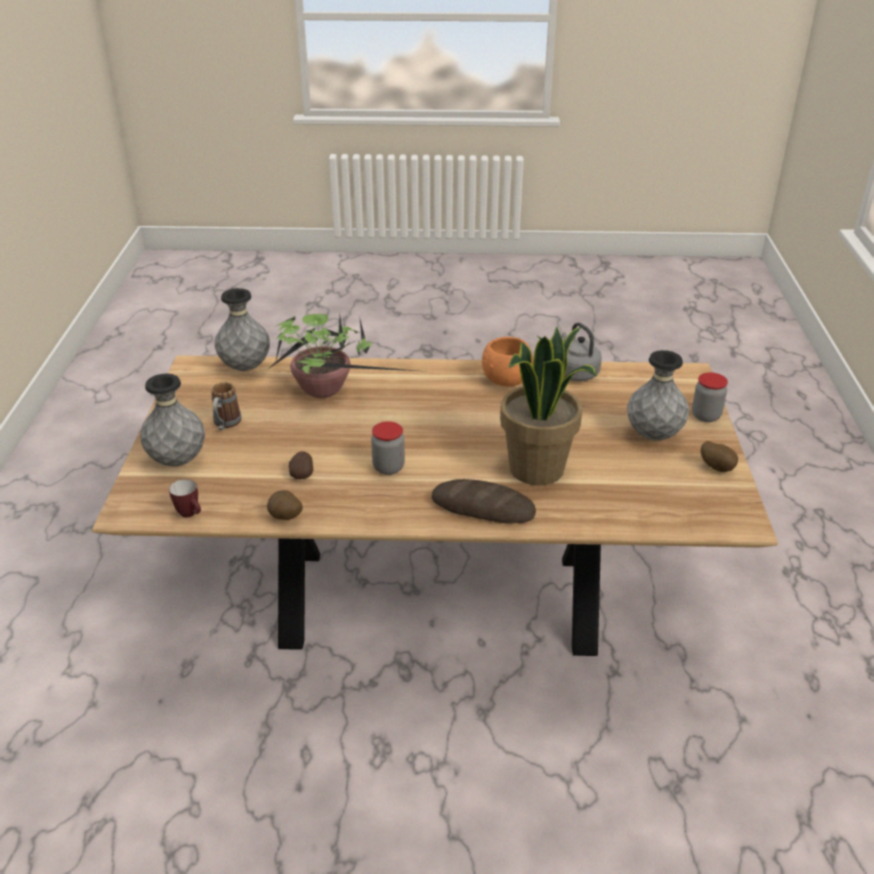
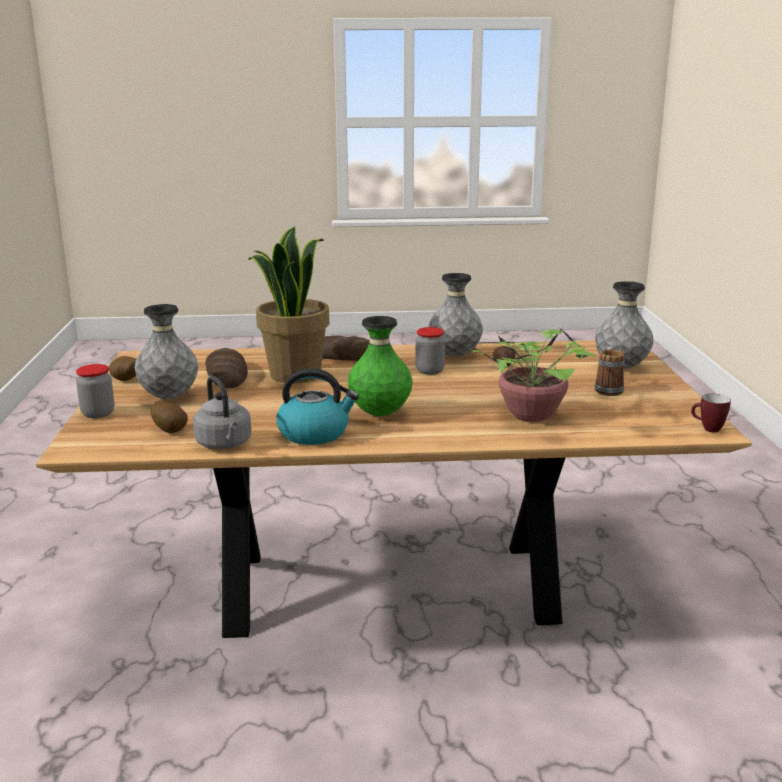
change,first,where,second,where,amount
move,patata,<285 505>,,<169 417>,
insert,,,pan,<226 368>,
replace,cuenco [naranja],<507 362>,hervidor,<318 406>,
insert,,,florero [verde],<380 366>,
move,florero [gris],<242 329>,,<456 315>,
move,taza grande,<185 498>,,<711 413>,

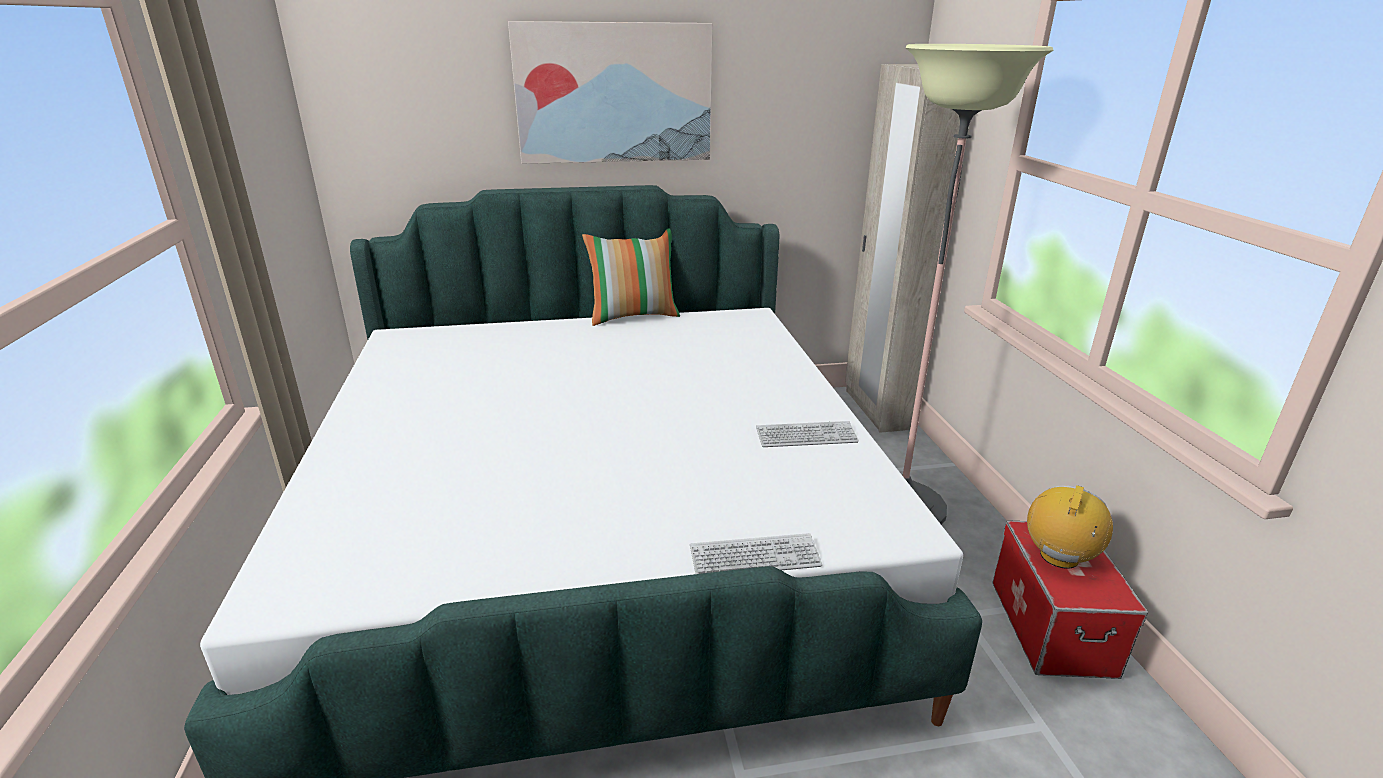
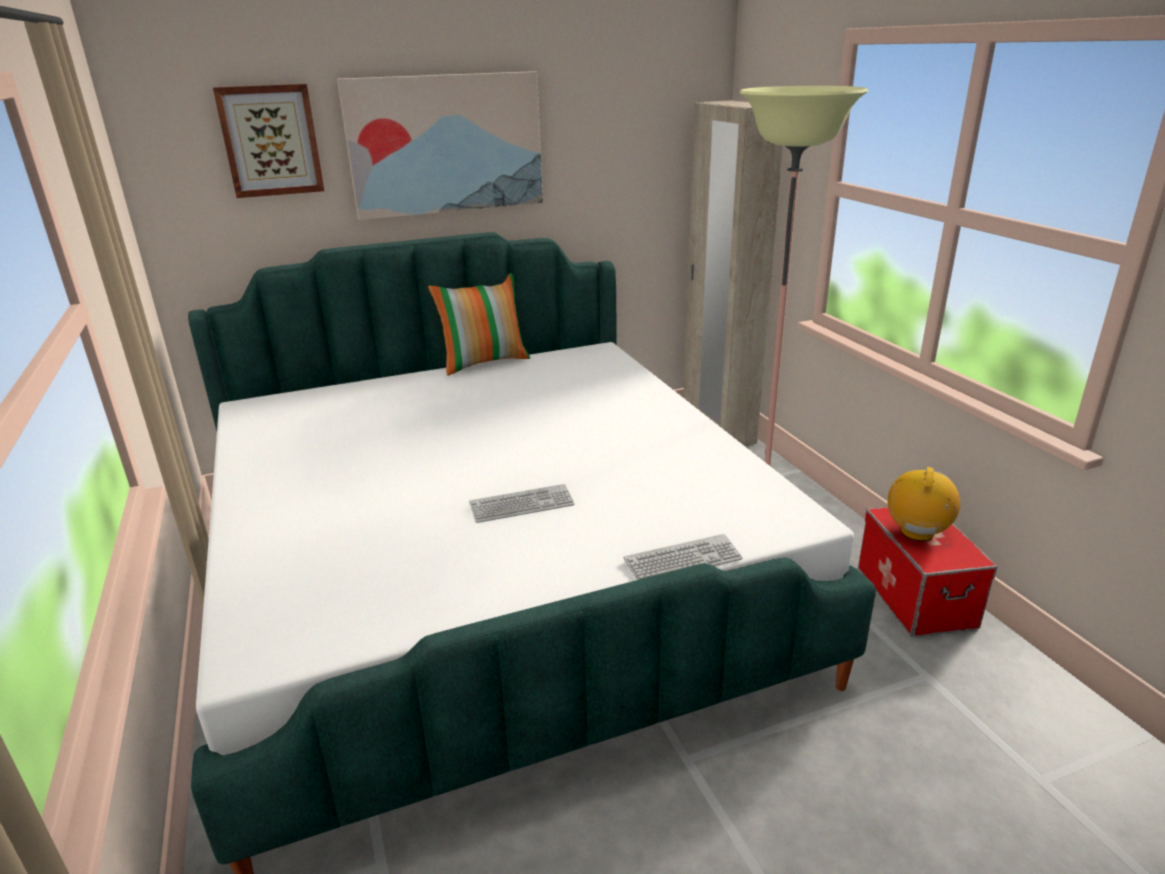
change,first,where,second,where,amount
insert,,,cuadro,<268 141>,
move,teclado,<807 434>,,<521 503>,

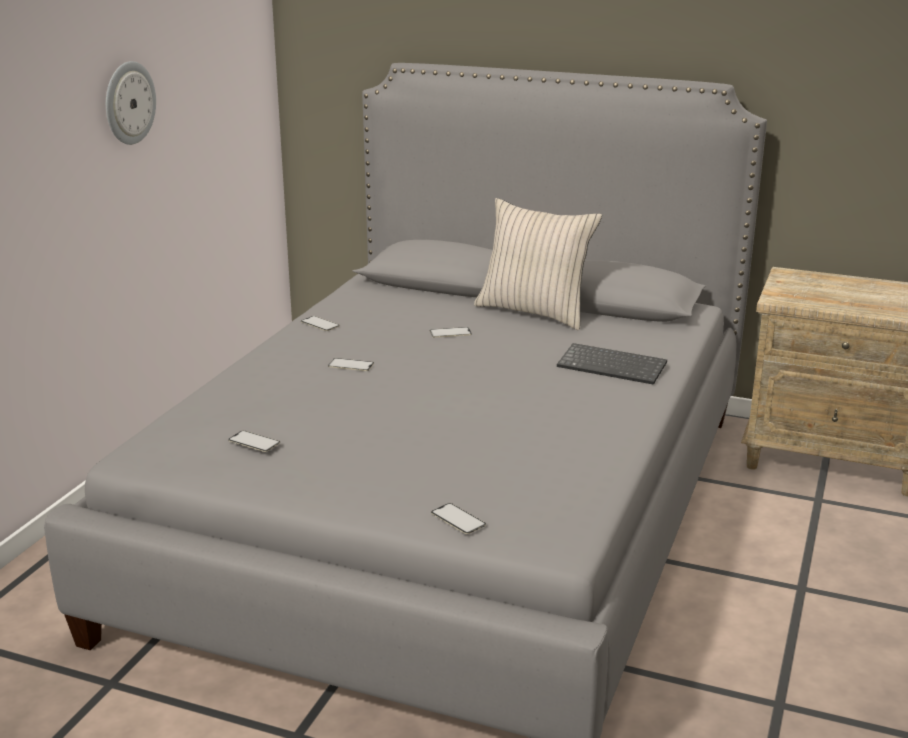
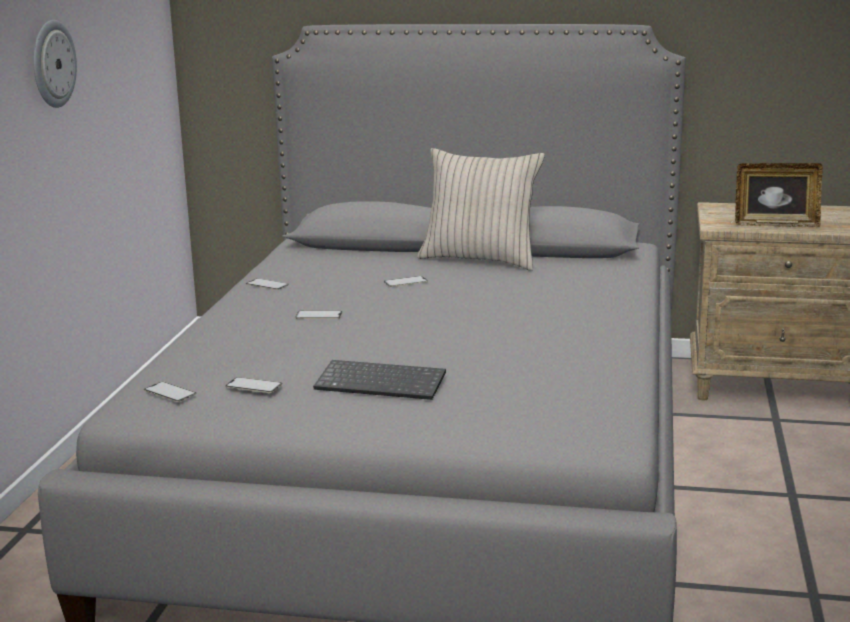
change,first,where,second,where,amount
move,móvil,<458 518>,,<170 392>,
move,teclado,<612 364>,,<379 380>,
insert,,,portarretratos,<779 195>,

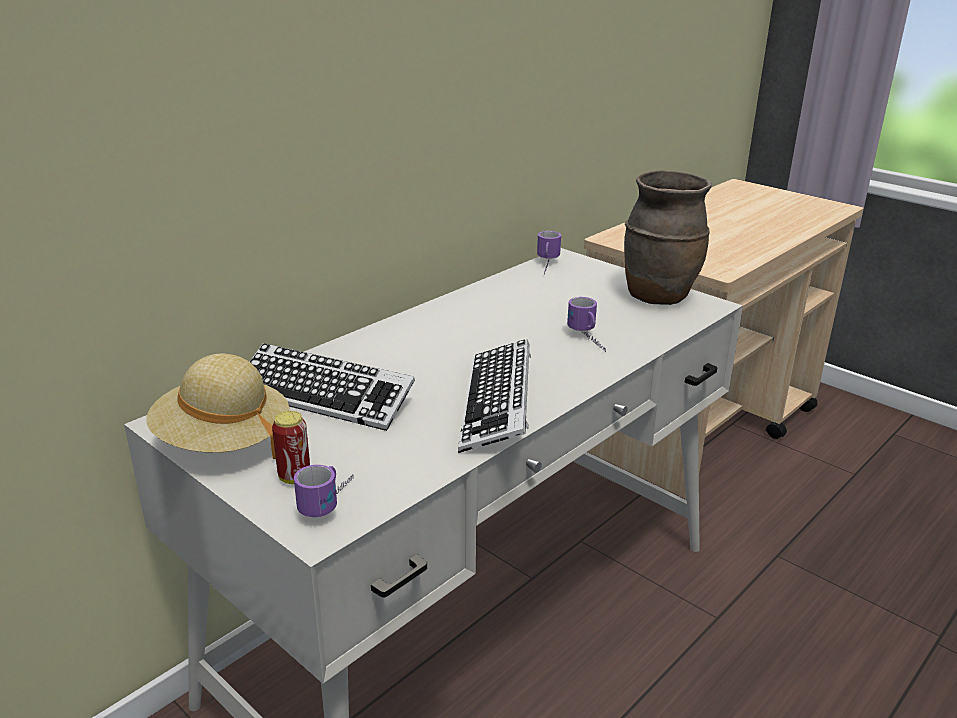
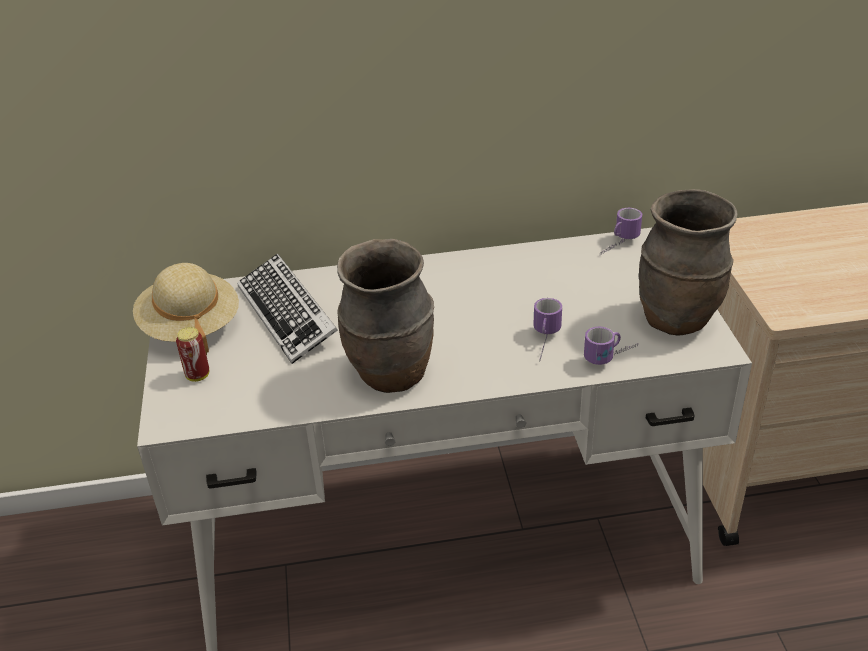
change,first,where,second,where,amount
replace,teclado,<494 396>,florero [marrón],<385 316>,
move,taza grande,<324 491>,,<611 346>,

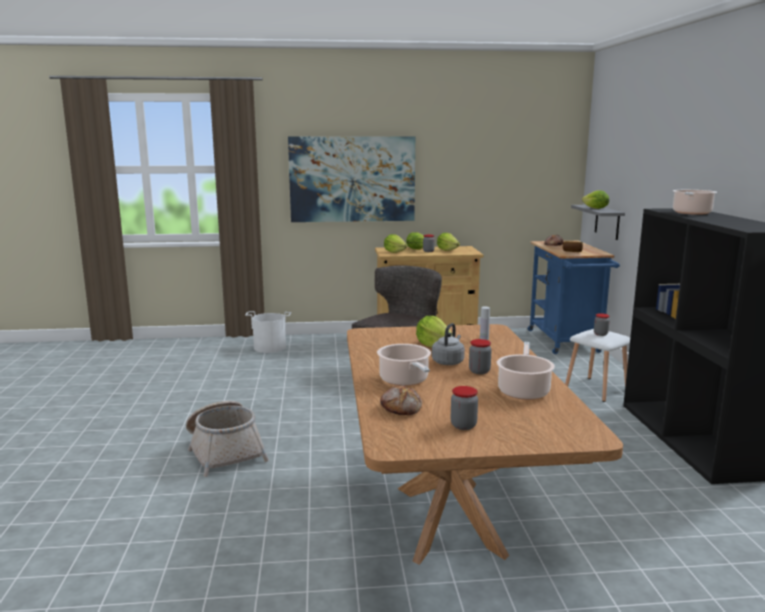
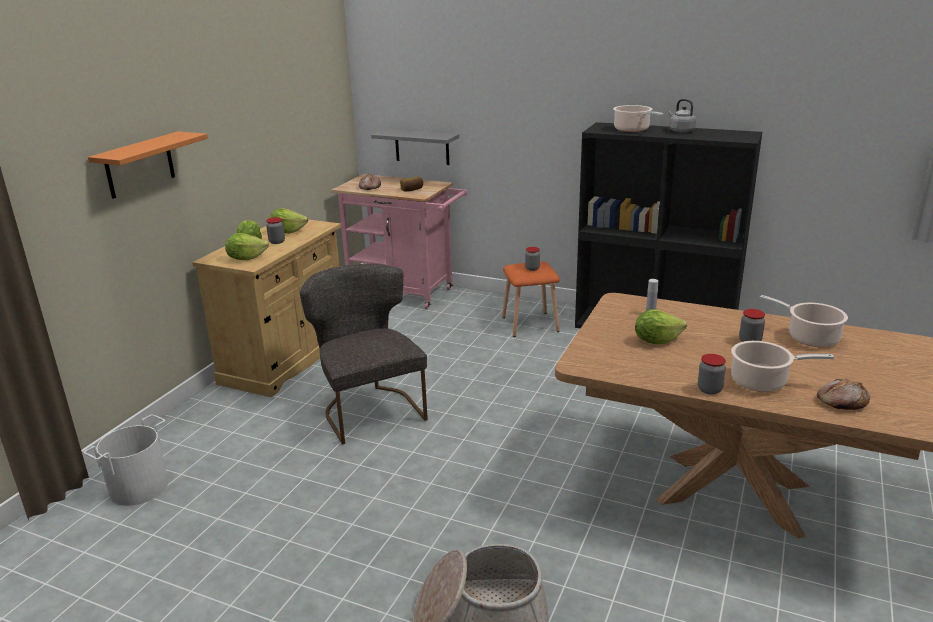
change,first,where,second,where,amount
replace,cuadro,<351 179>,estante [naranja],<148 165>,
recolor,carrito [azul],<574 297>,carrito [rosa],<399 241>,
recolor,taburete [blanco],<597 365>,taburete [naranja],<531 299>,
move,hervidor [gris],<448 344>,,<682 116>,
move,tarro,<464 408>,,<712 374>,
delete,lechuga,<595 199>,,,

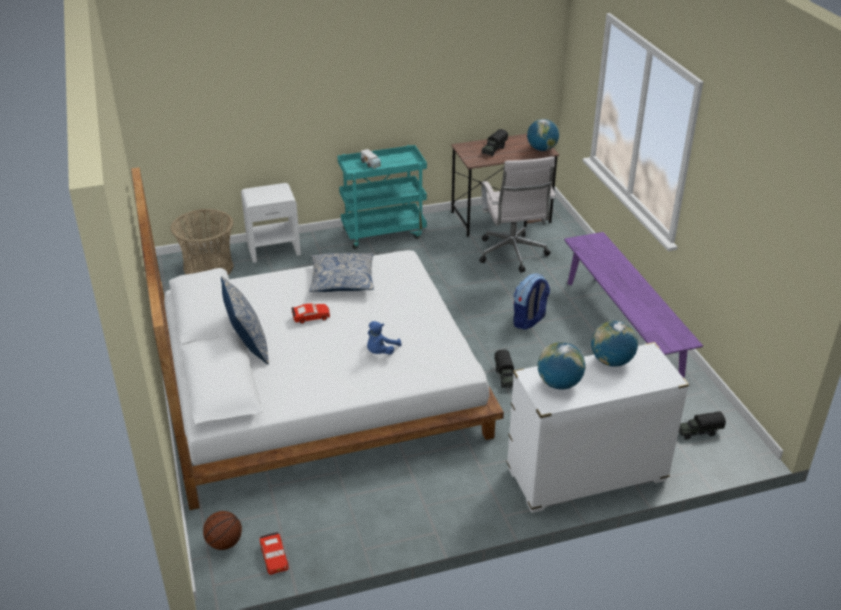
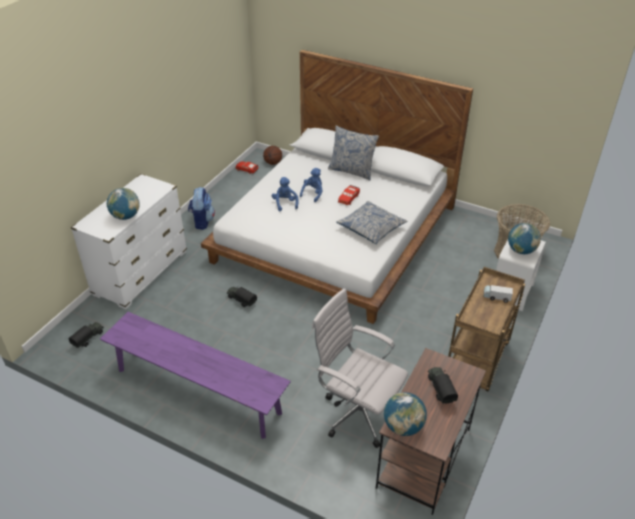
change,first,where,second,where,amount
move,mochila,<531 301>,,<201 208>,
insert,,,peluche [azul],<311 185>,
recolor,carrito [turquesa],<382 197>,carrito [marrón],<486 329>,
move,globo terráqueo,<562 366>,,<524 238>,

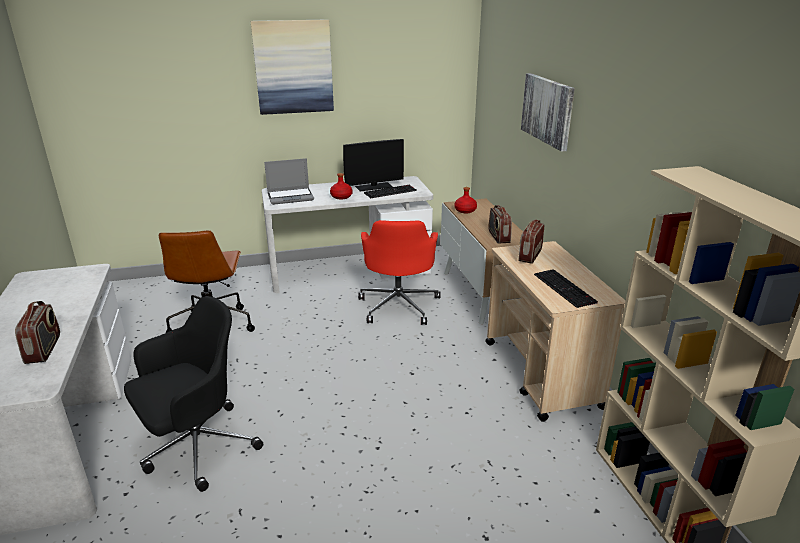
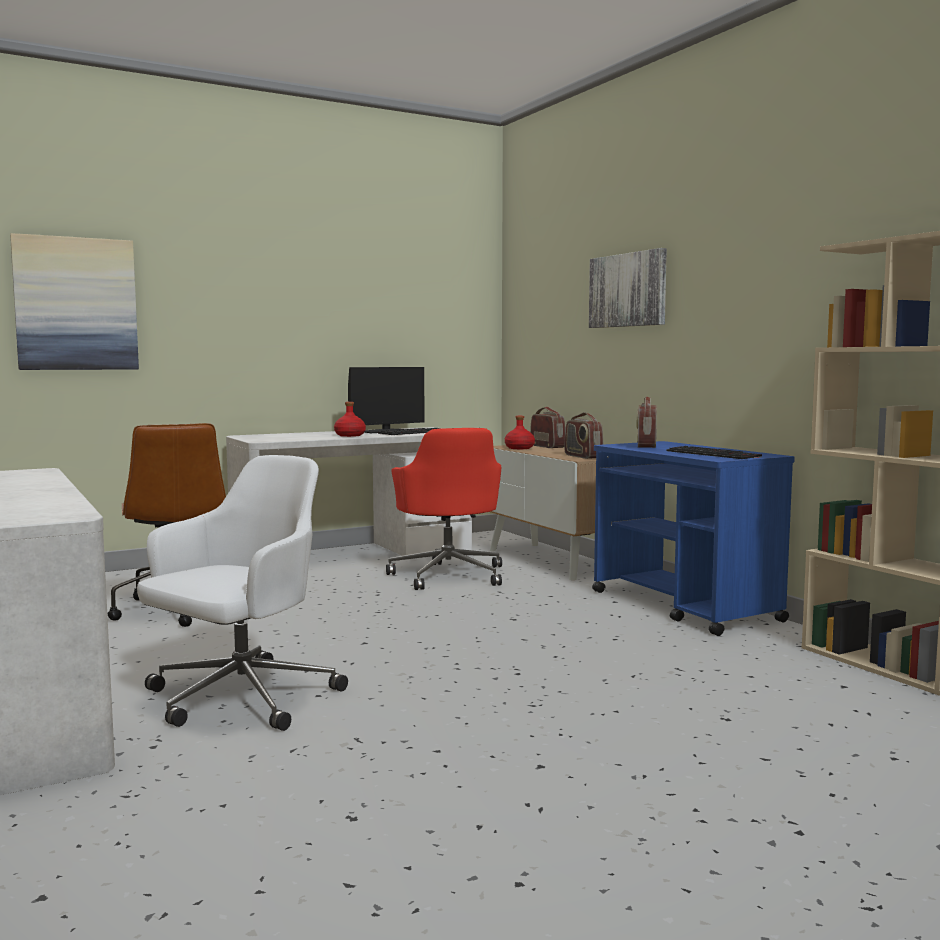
change,first,where,second,where,amount
move,cuadro,<292 67>,,<74 301>,
recolor,silla de oficina [negro],<193 394>,silla de oficina [blanco],<242 593>,
move,radio,<37 332>,,<547 427>,
recolor,carrito [beis],<555 331>,carrito [azul],<693 538>,
delete,portátil,<289 181>,,,

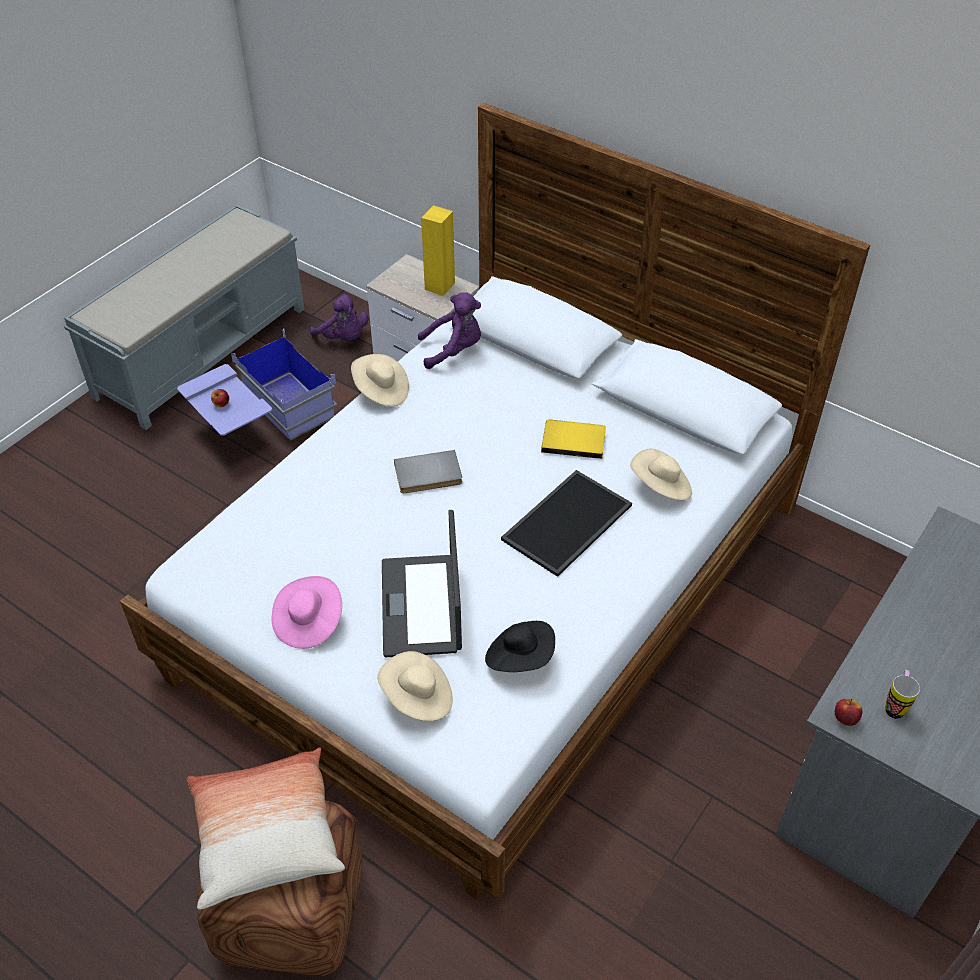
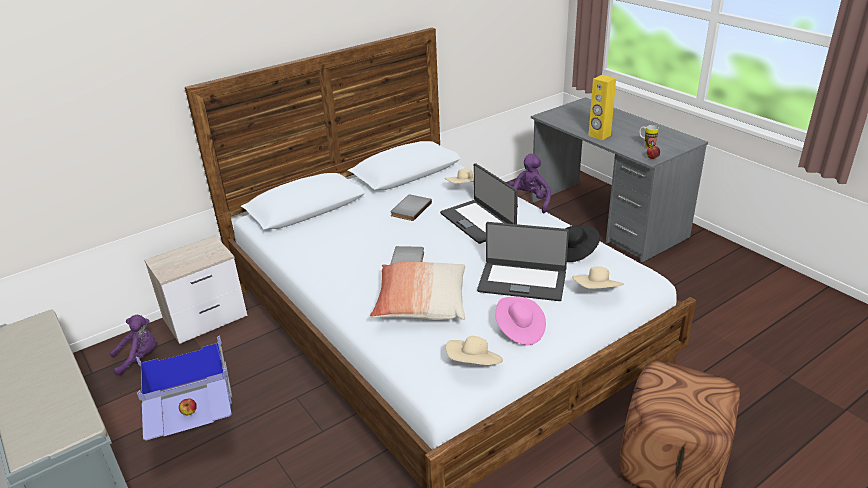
change,first,where,second,where,amount
move,cojín,<266 828>,,<417 290>,
recolor,libro [amarillo],<573 439>,libro [gris],<411 208>,
replace,bandeja,<566 523>,portátil,<479 203>,
move,sombrero [beis],<380 380>,,<474 350>,
move,peluche [morado],<449 330>,,<529 183>,
move,altavoz [amarillo],<438 250>,,<602 107>,

